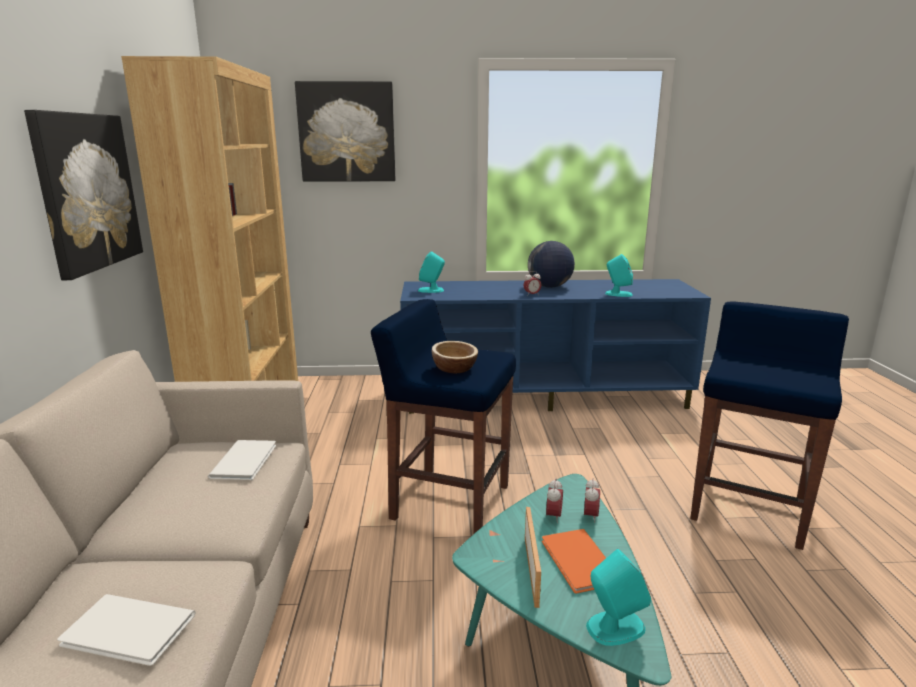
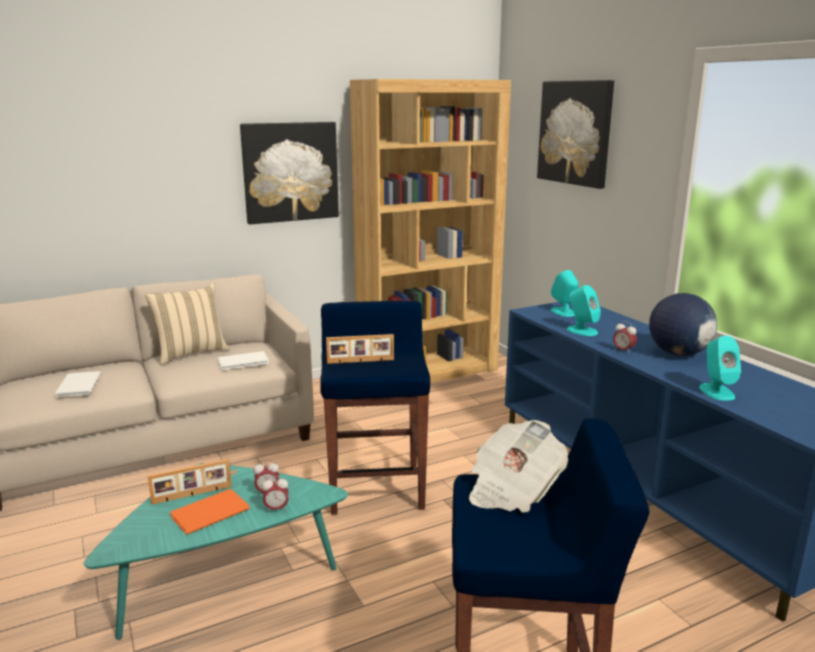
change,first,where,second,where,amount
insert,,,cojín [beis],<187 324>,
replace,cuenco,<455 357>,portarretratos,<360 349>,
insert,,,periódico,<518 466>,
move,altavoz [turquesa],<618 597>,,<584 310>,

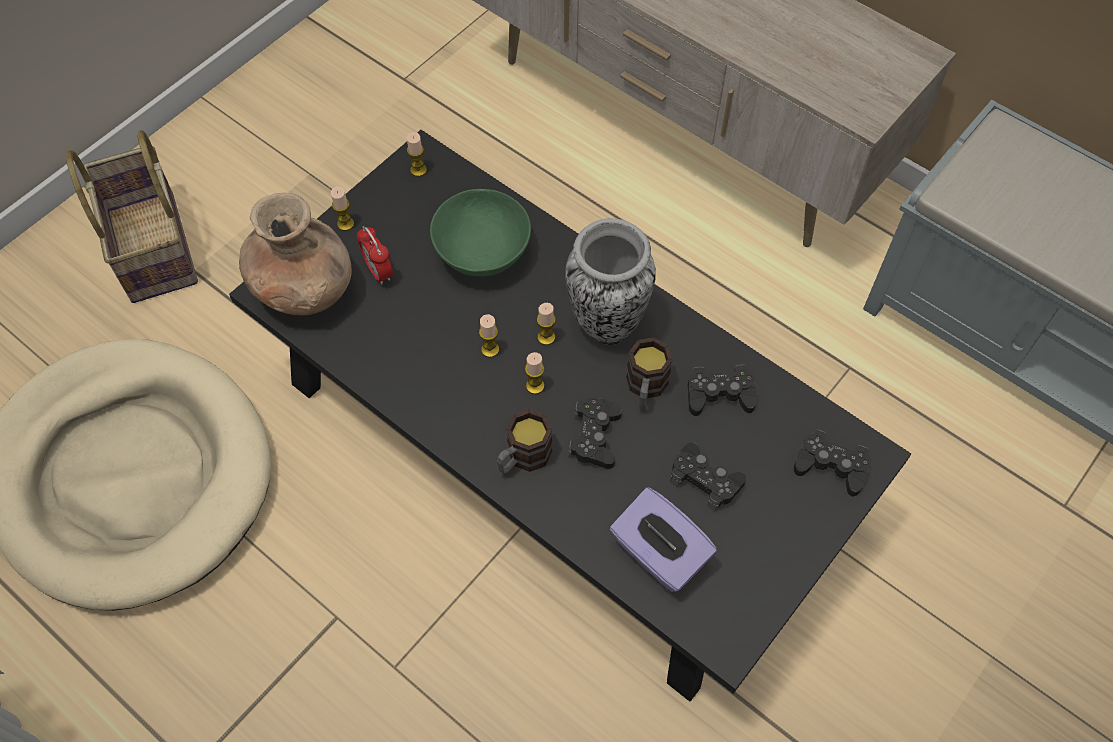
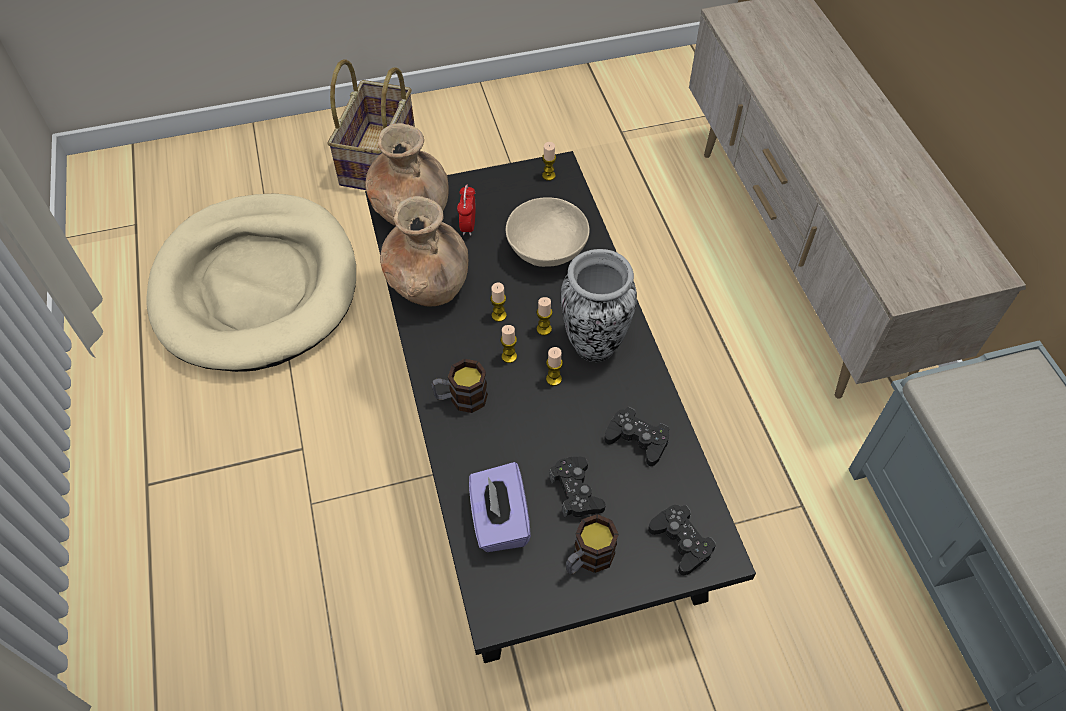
change,first,where,second,where,amount
insert,,,florero [marrón],<424 251>,
recolor,cuenco [verde],<480 233>,cuenco [beis],<548 232>,
move,vela,<342 208>,,<554 366>,
move,taza grande,<649 373>,,<592 544>,
delete,mando de consola [negro],<595 433>,,,

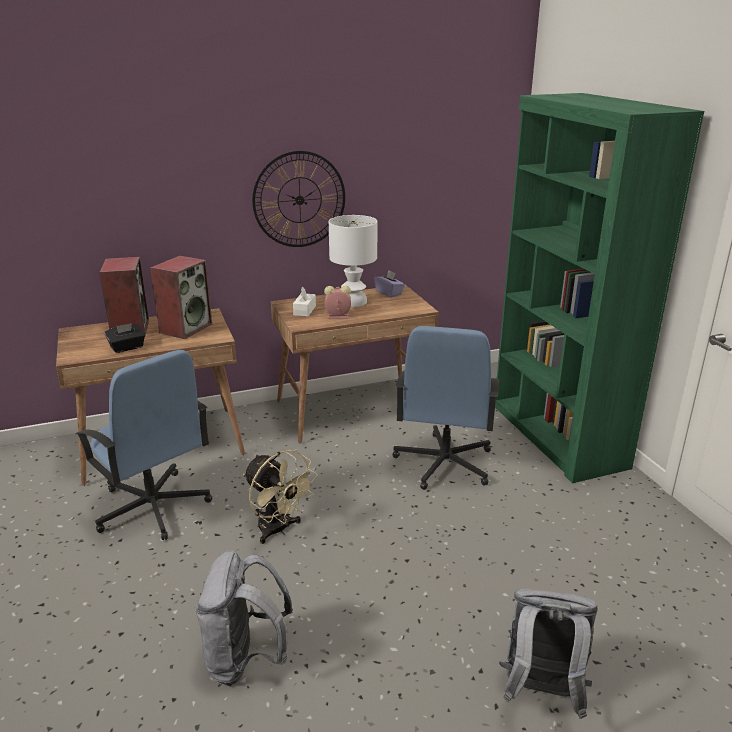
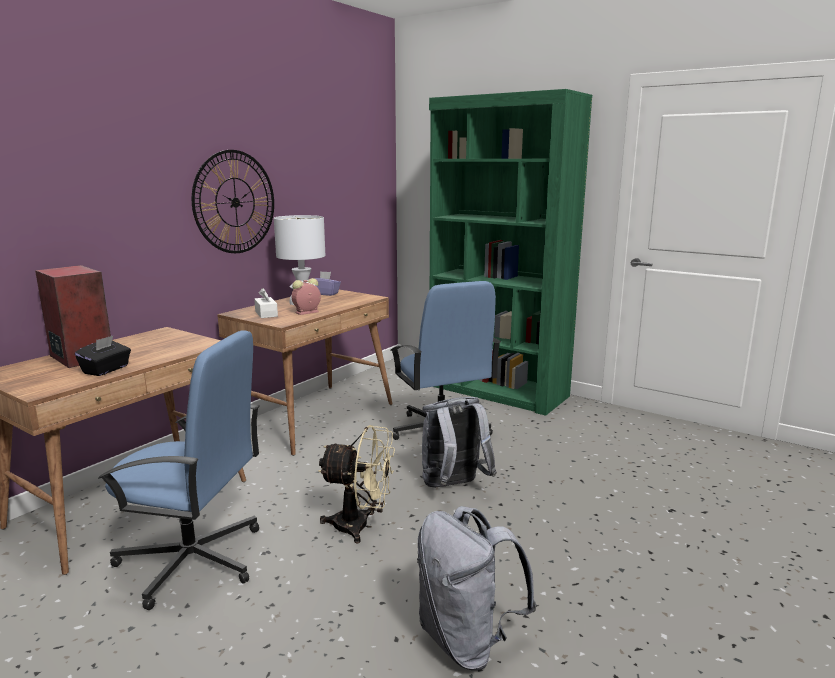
change,first,where,second,where,amount
move,mochila [gris],<548 654>,,<459 442>,
delete,altavoz,<181 297>,,,

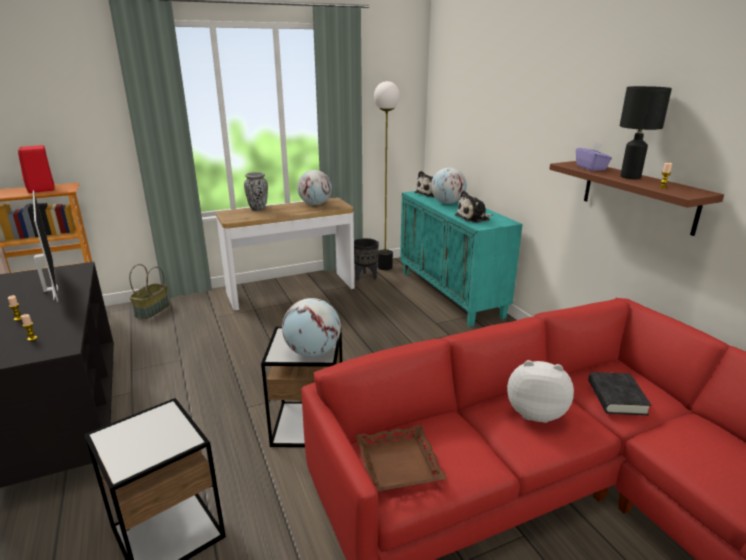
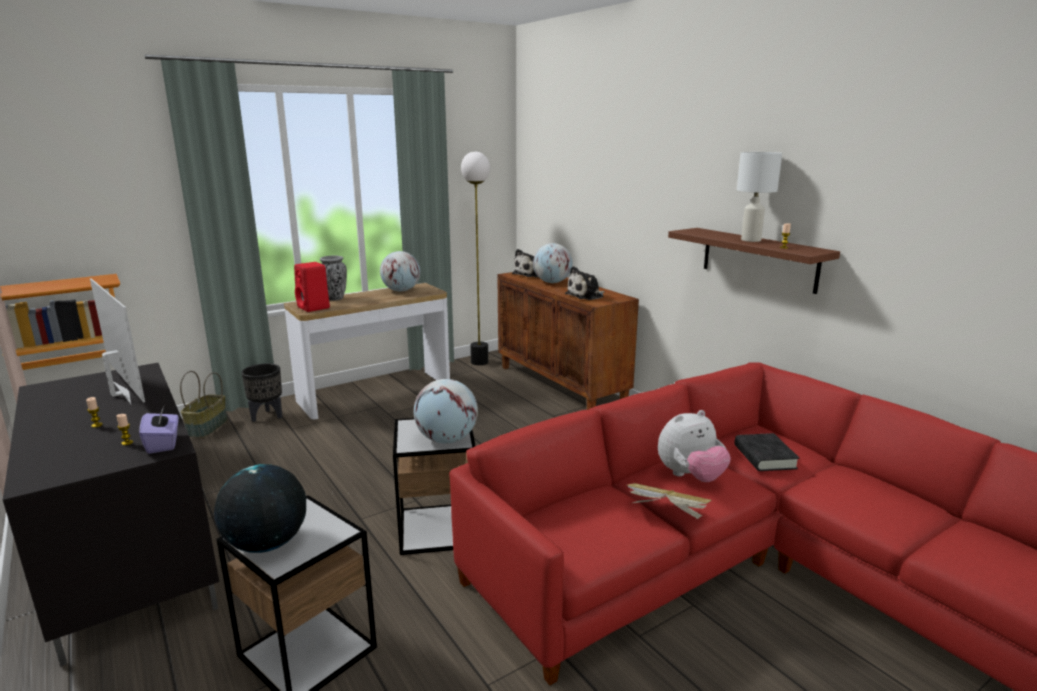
change,first,where,second,where,amount
move,caja de pañuelos [morado],<594 156>,,<159 430>,
insert,,,globo terráqueo,<260 508>,
move,maceta [negro],<366 259>,,<261 392>,
move,altavoz [rojo],<36 169>,,<312 287>,
recolor,armario [turquesa],<461 259>,armario [marrón],<568 341>,
insert,,,libro,<669 501>,
rotate,peluche,<540 391>,,<694 446>,150 degrees clockwise
recolor,lámpara de mesa [negro],<646 132>,lámpara de mesa [blanco],<759 197>,
delete,bandeja [marrón],<401 458>,,,

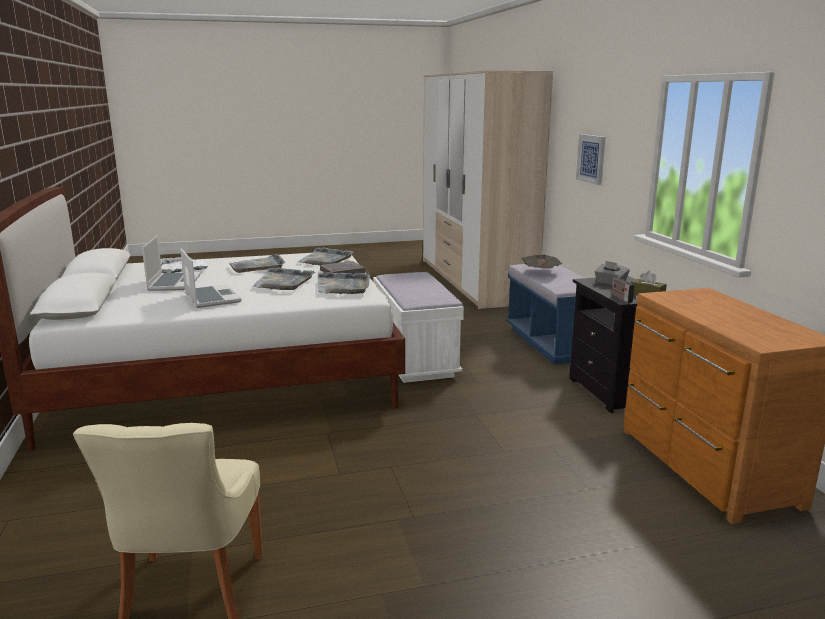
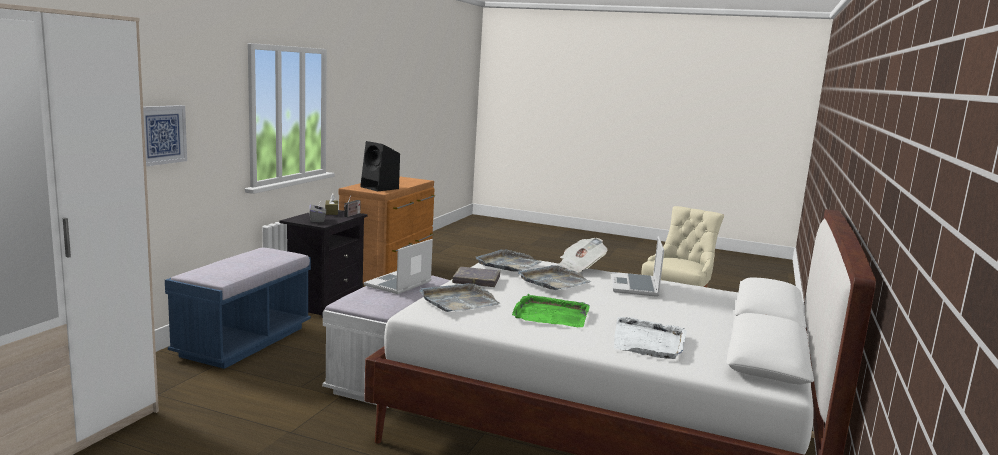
change,first,where,second,where,amount
insert,,,altavoz [negro],<380 166>,
move,portátil,<171 263>,,<398 266>,
recolor,bandeja [gris],<257 263>,bandeja [verde],<551 310>,
move,periódico,<541 262>,,<582 255>,

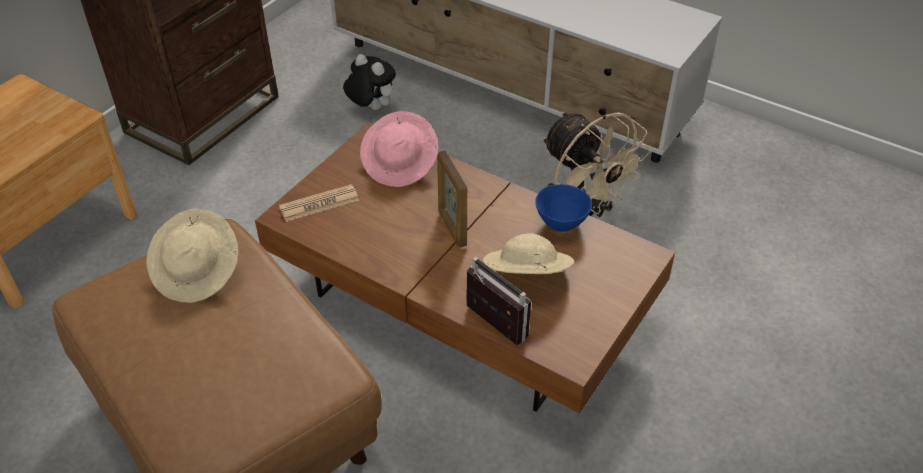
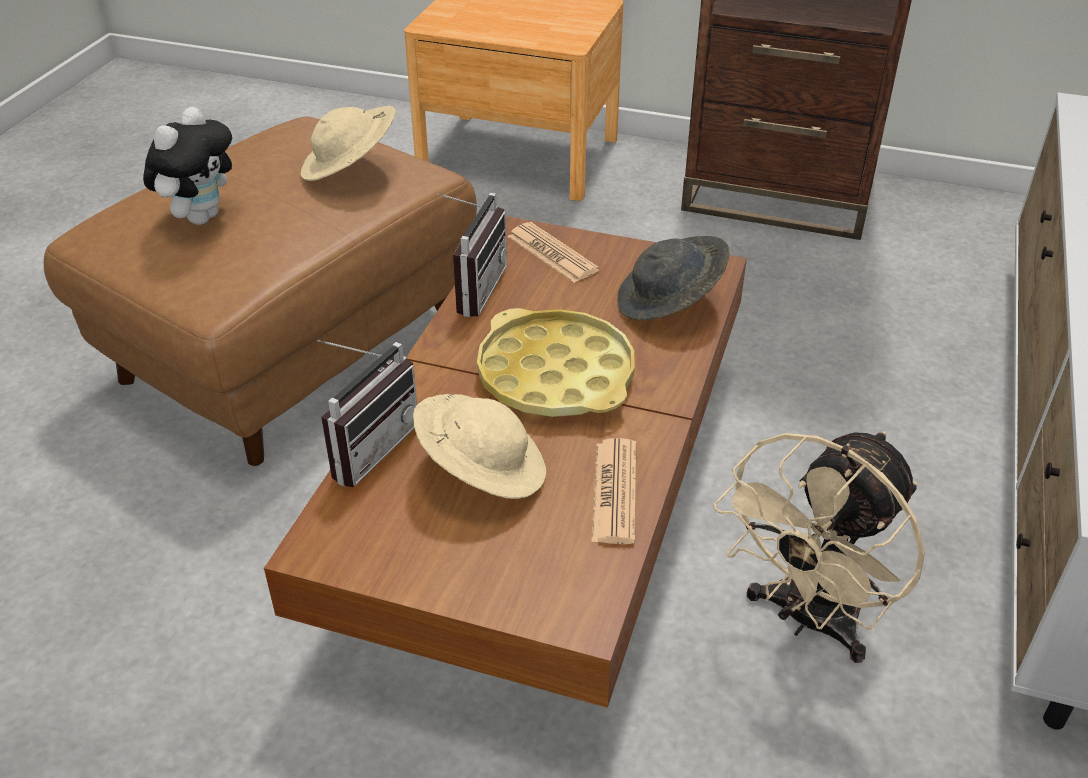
change,first,where,second,where,amount
move,peluche,<369 82>,,<187 166>,
insert,,,radio,<472 255>,
replace,portarretratos,<452 199>,bandeja [amarillo],<556 362>,
replace,cuenco [azul],<563 208>,periódico,<613 491>,
recolor,sombrero [rosa],<399 149>,sombrero [gris],<673 278>,

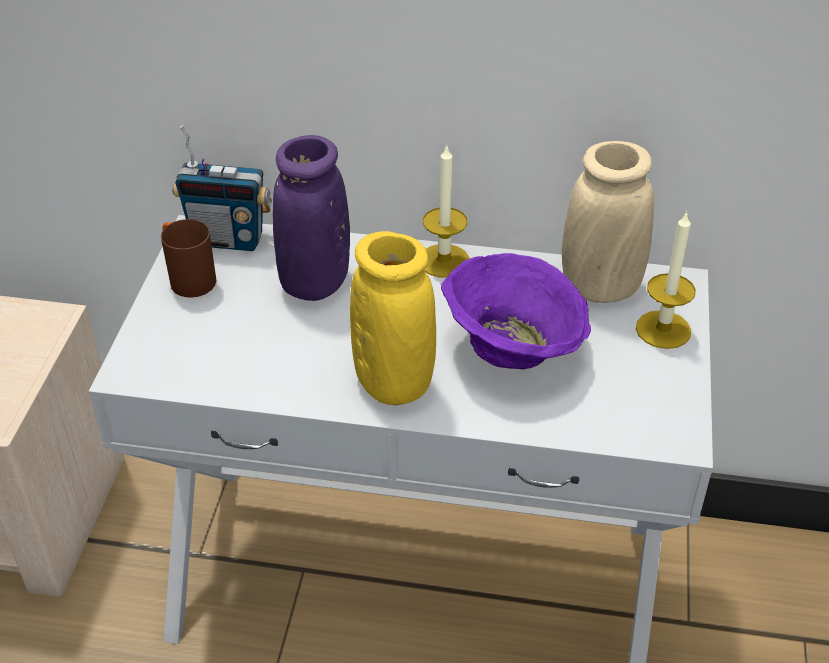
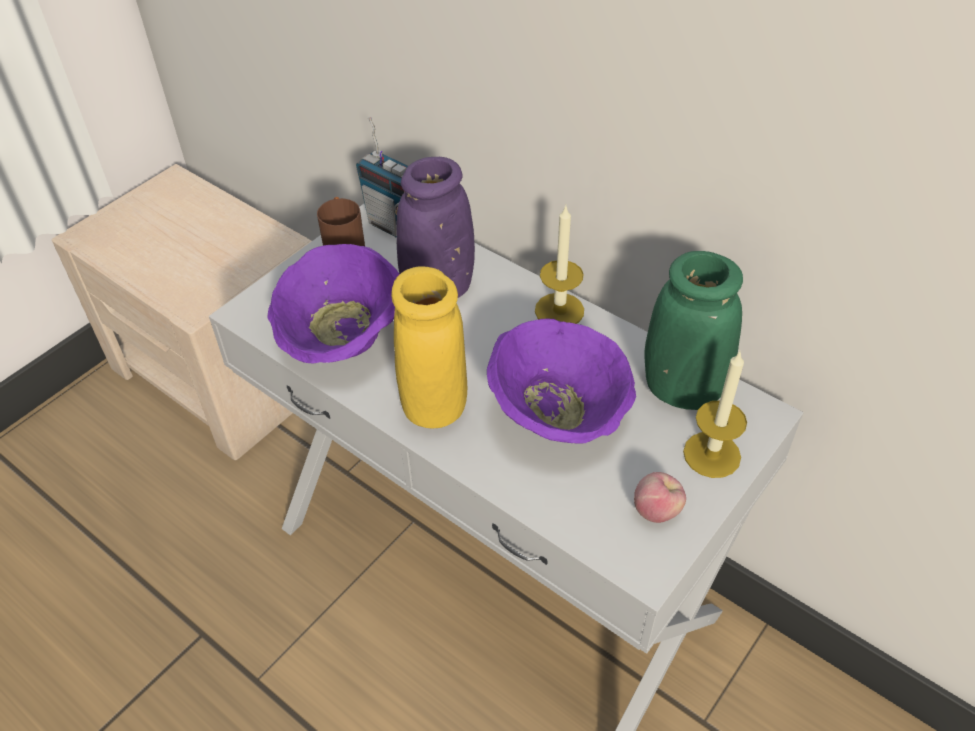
change,first,where,second,where,amount
insert,,,cuenco [morado],<333 304>,
insert,,,manzana,<660 497>,
recolor,florero [beis],<608 222>,florero [verde],<694 330>,

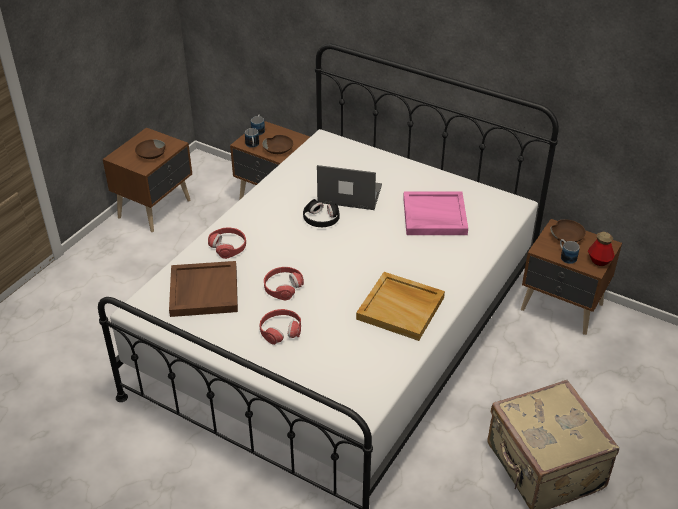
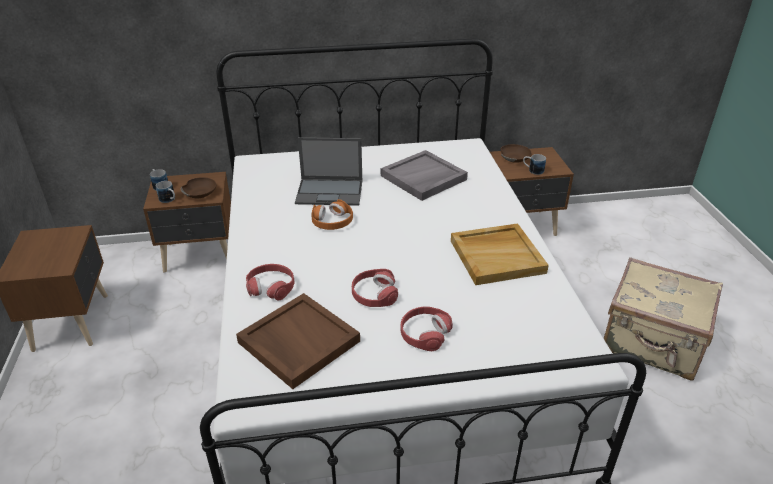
change,first,where,second,where,amount
rotate,portátil,<349 187>,,<328 171>,150 degrees counterclockwise
recolor,auriculares [negro],<321 213>,auriculares [naranja],<332 214>,
recolor,bandeja [rosa],<435 213>,bandeja [gris],<424 175>,
delete,cuenco [marrón],<150 149>,,,
delete,botella,<601 249>,,,

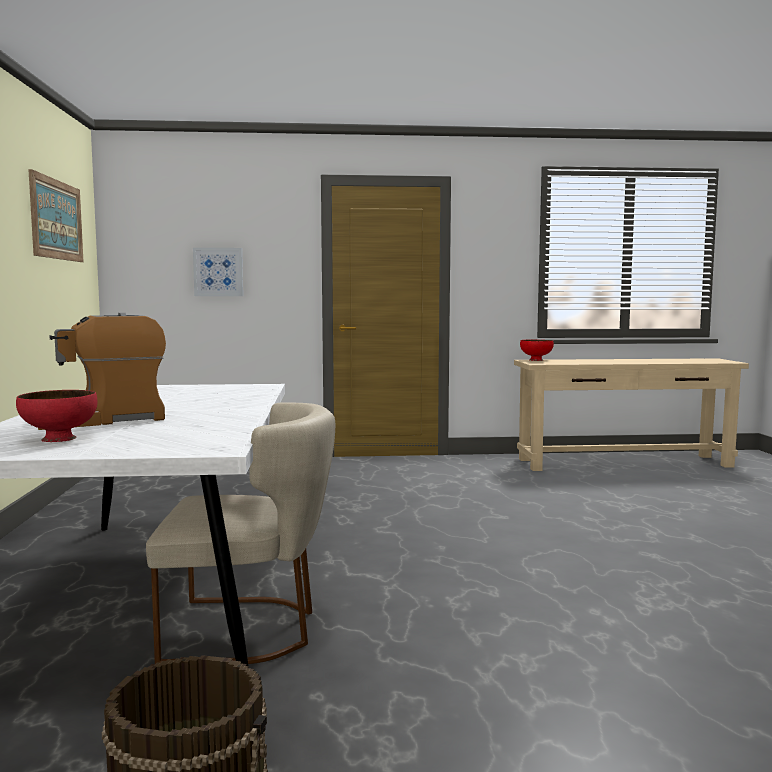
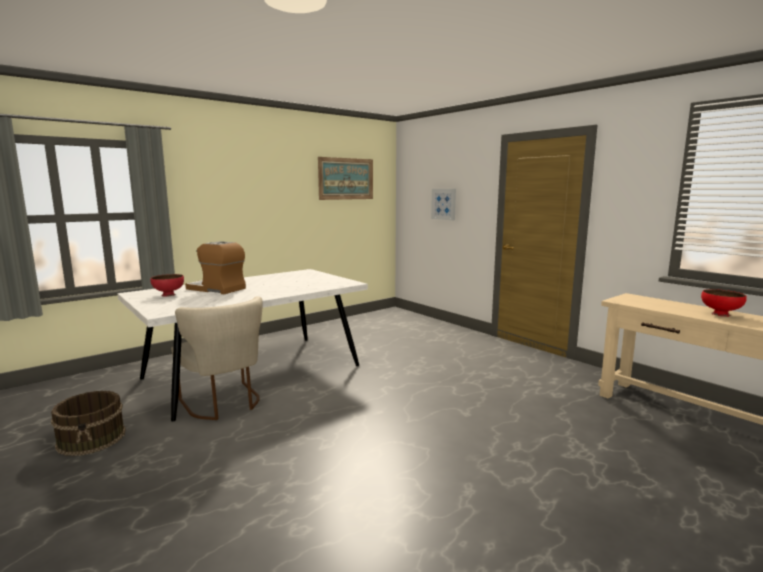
change,first,where,second,where,amount
move,cuenco [rojo],<537 350>,,<724 303>,

